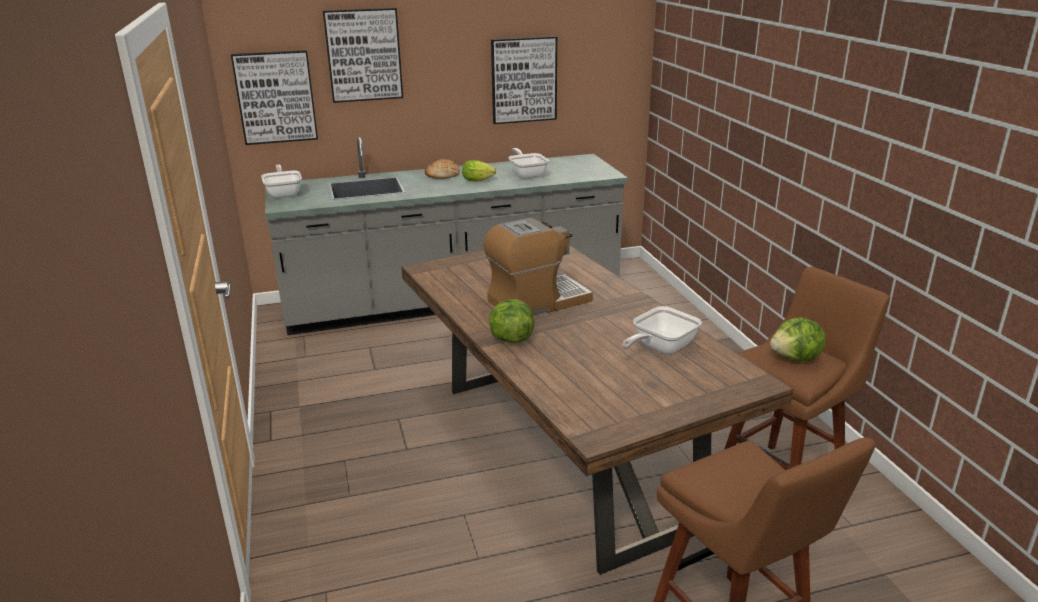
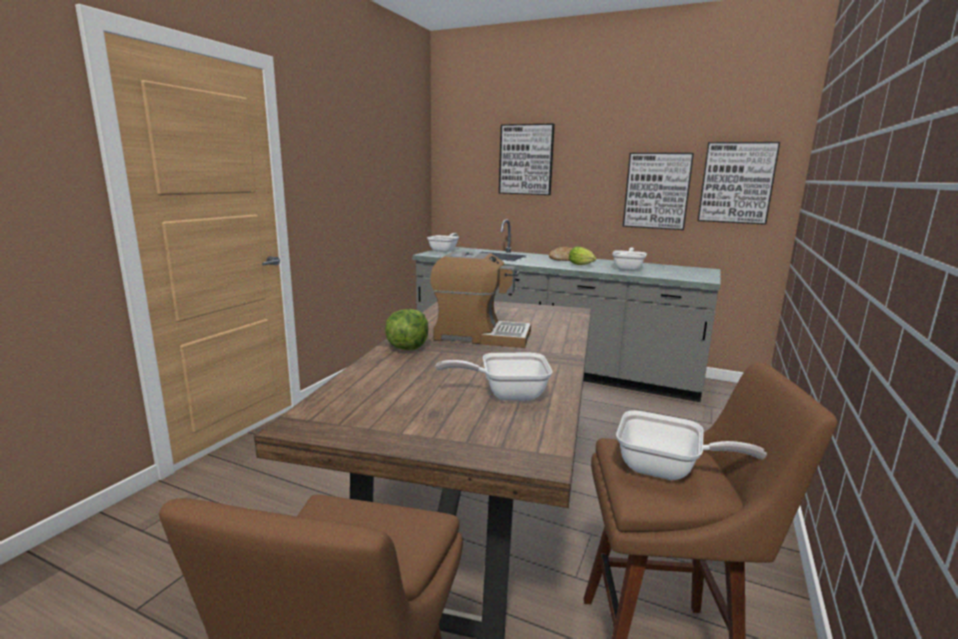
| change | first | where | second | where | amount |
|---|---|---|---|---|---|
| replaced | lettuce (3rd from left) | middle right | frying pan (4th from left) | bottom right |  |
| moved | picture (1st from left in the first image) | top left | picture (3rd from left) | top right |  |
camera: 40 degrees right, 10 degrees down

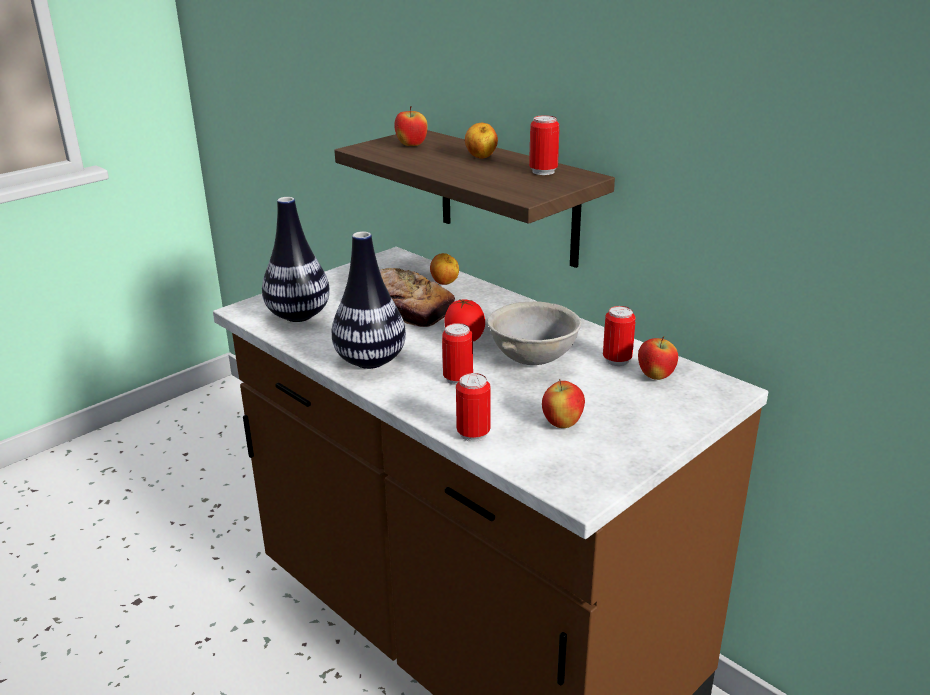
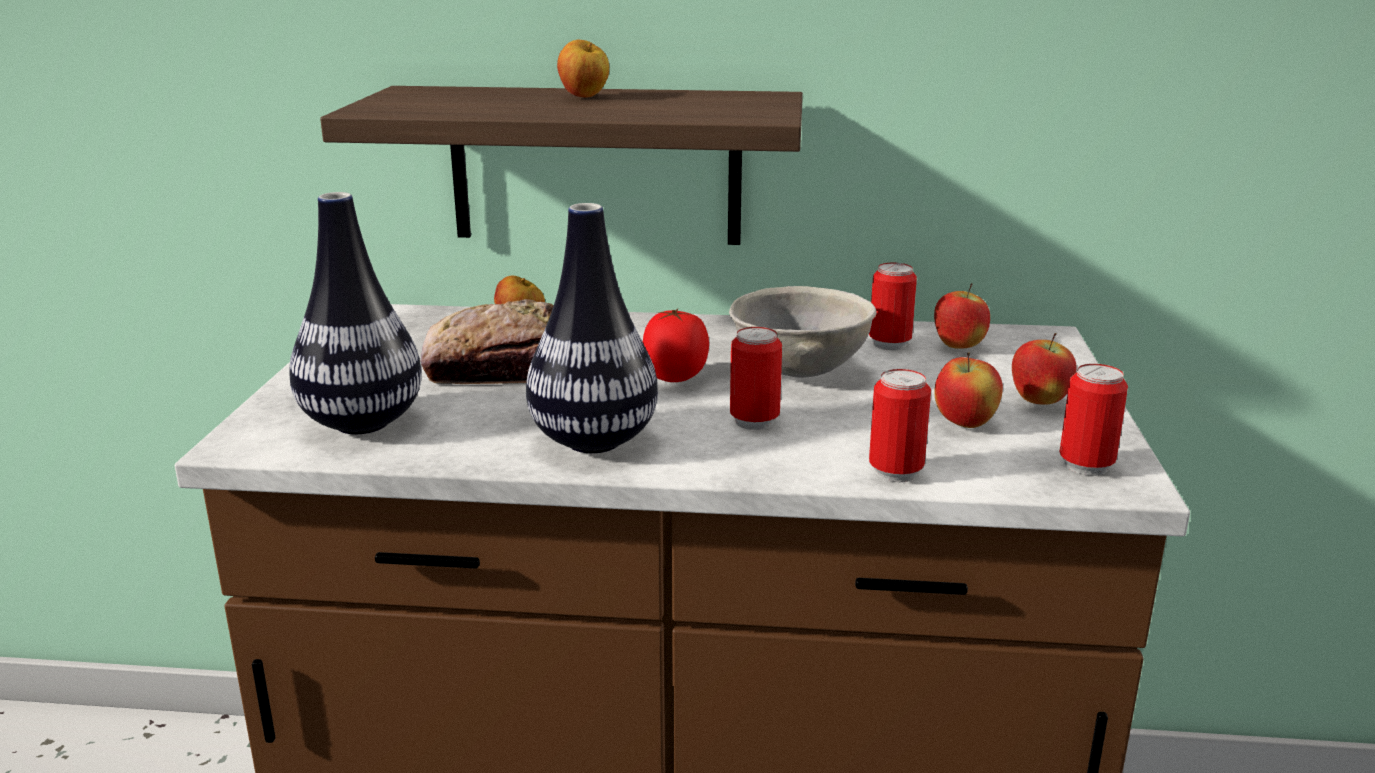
| change | first | where | second | where | amount |
|---|---|---|---|---|---|
| moved | apple (1st from left in the first image) | top centre | apple (5th from left) | middle right |  |
| moved | can (3rd from left in the first image) | top centre | can (4th from left) | middle right |  |
camera: 40 degrees left, 5 degrees down

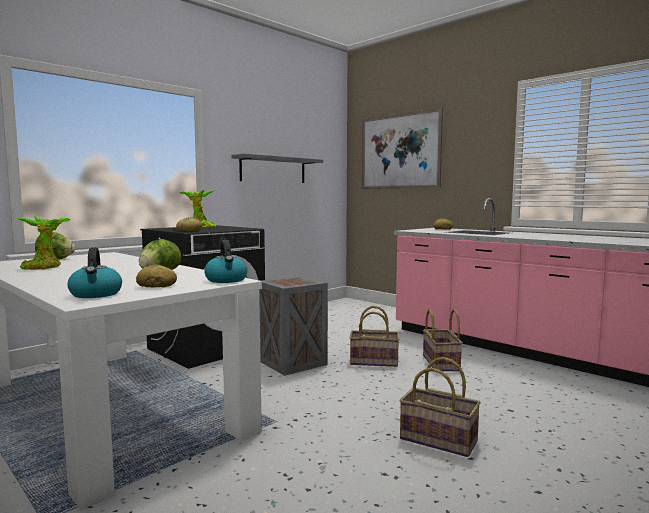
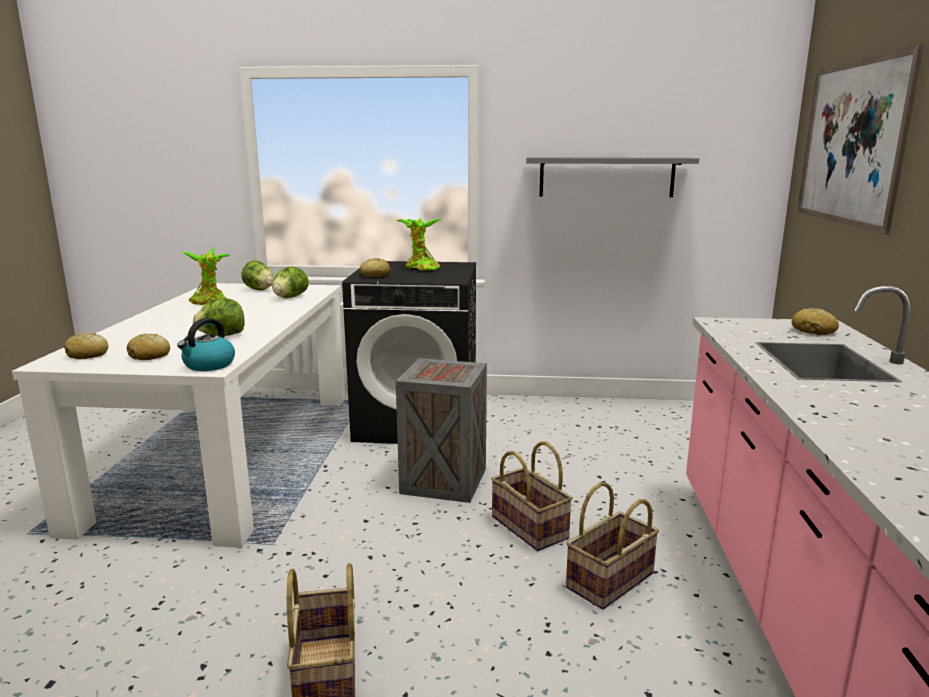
| change | first | where | second | where | amount |
|---|---|---|---|---|---|
| replaced | kettle (1st from left) | middle left | bread (1st from left) | middle left |  |
| added |  |  | lettuce (3rd from left) | middle left |  |
camera: 50 degrees right, 10 degrees up

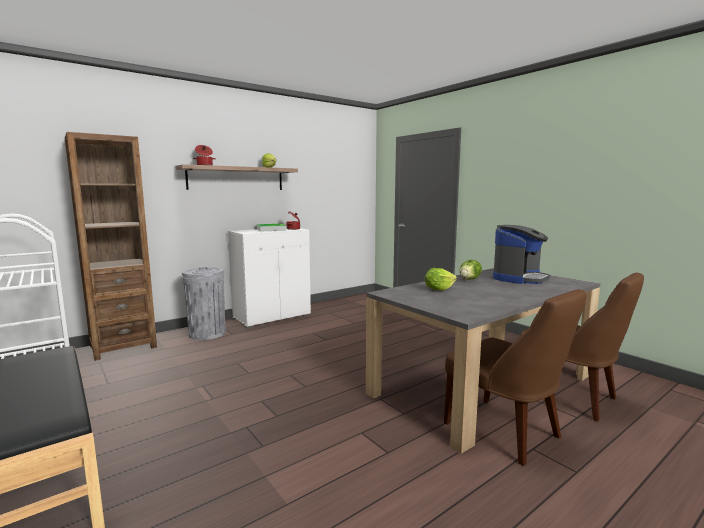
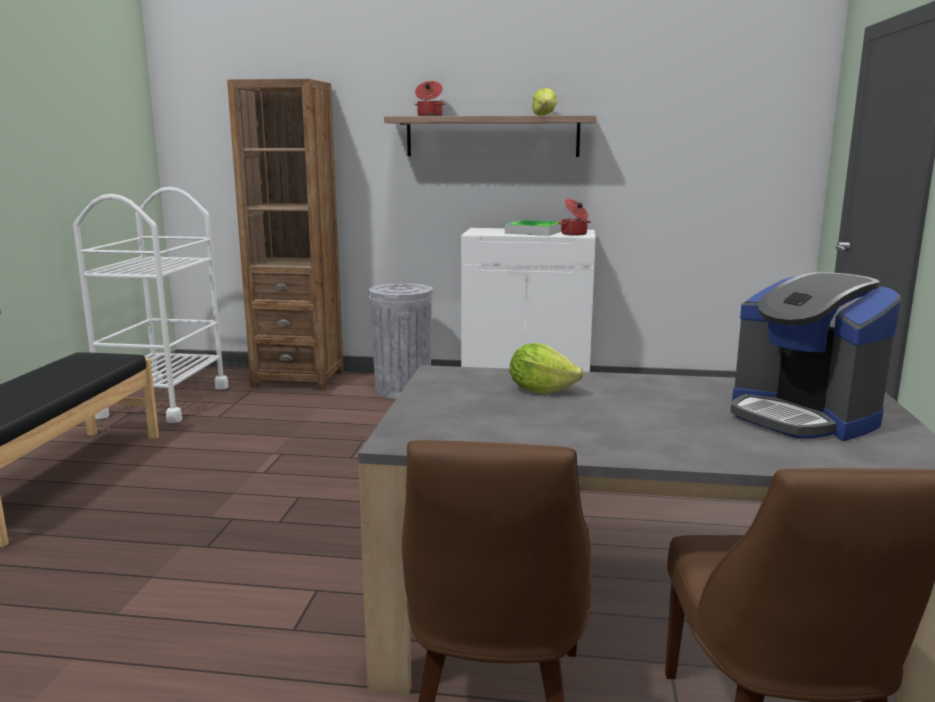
| change | first | where | second | where | amount |
|---|---|---|---|---|---|
| turned | coffee machine | middle right |  | middle right | 60 degrees clockwise |
| removed | lettuce (3rd from left) | middle right |  |  |  |
camera: 45 degrees right, 5 degrees up

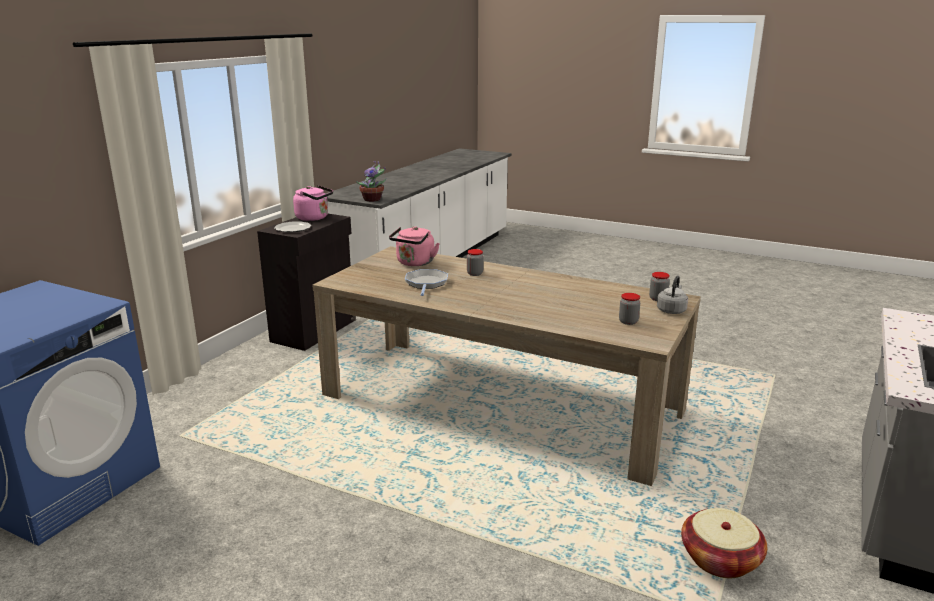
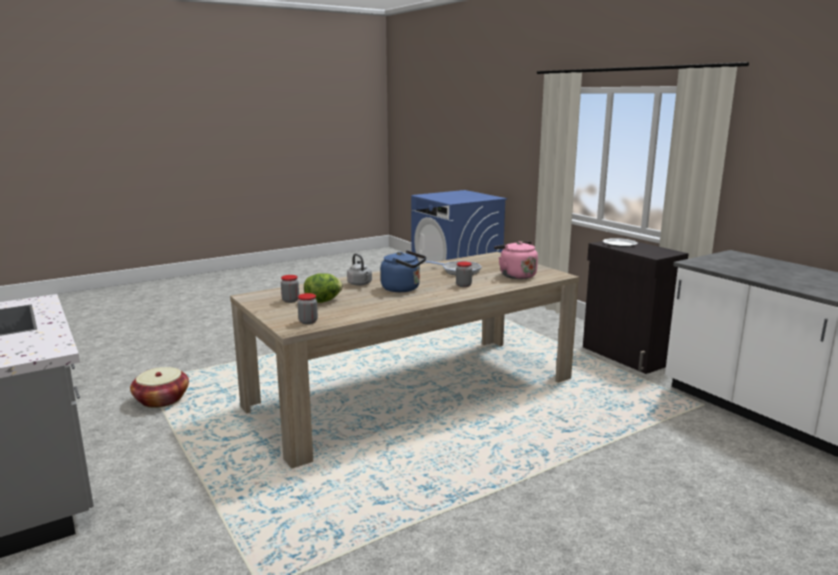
| change | first | where | second | where | amount |
|---|---|---|---|---|---|
| added |  |  | lettuce | centre |  |
| moved | kettle/grey | middle right |  | centre |  |
| added |  |  | kettle/blue | centre |  |
| removed | kettle/pink (1st from left) | centre |  |  |  |
| removed | potted plant | top centre |  |  |  |
camera: 120 degrees right, 5 degrees down

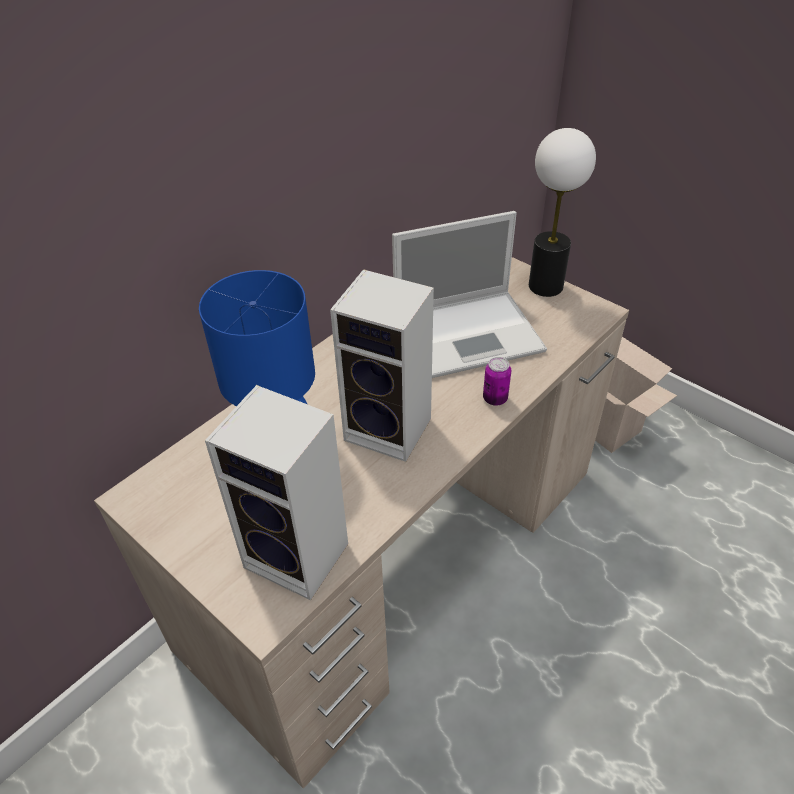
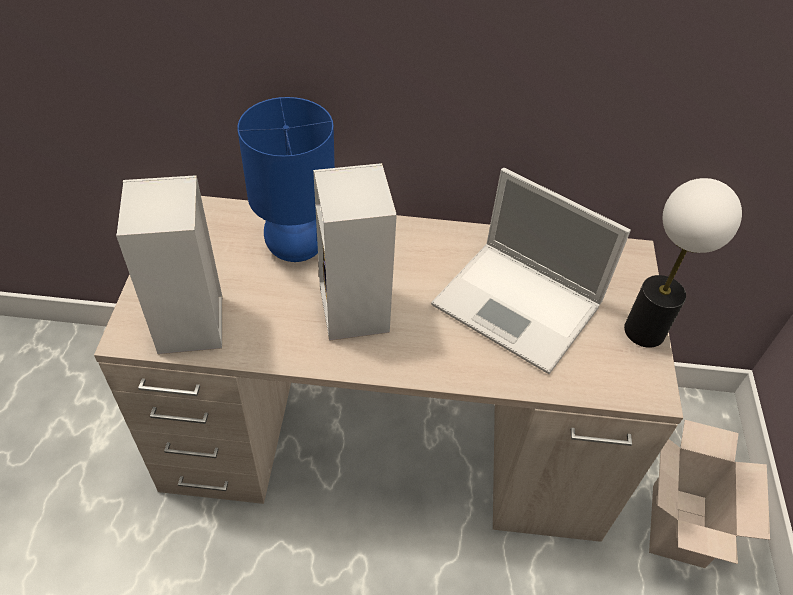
| change | first | where | second | where | amount |
|---|---|---|---|---|---|
| removed | can | centre |  |  |  |
camera: 50 degrees right, 5 degrees up

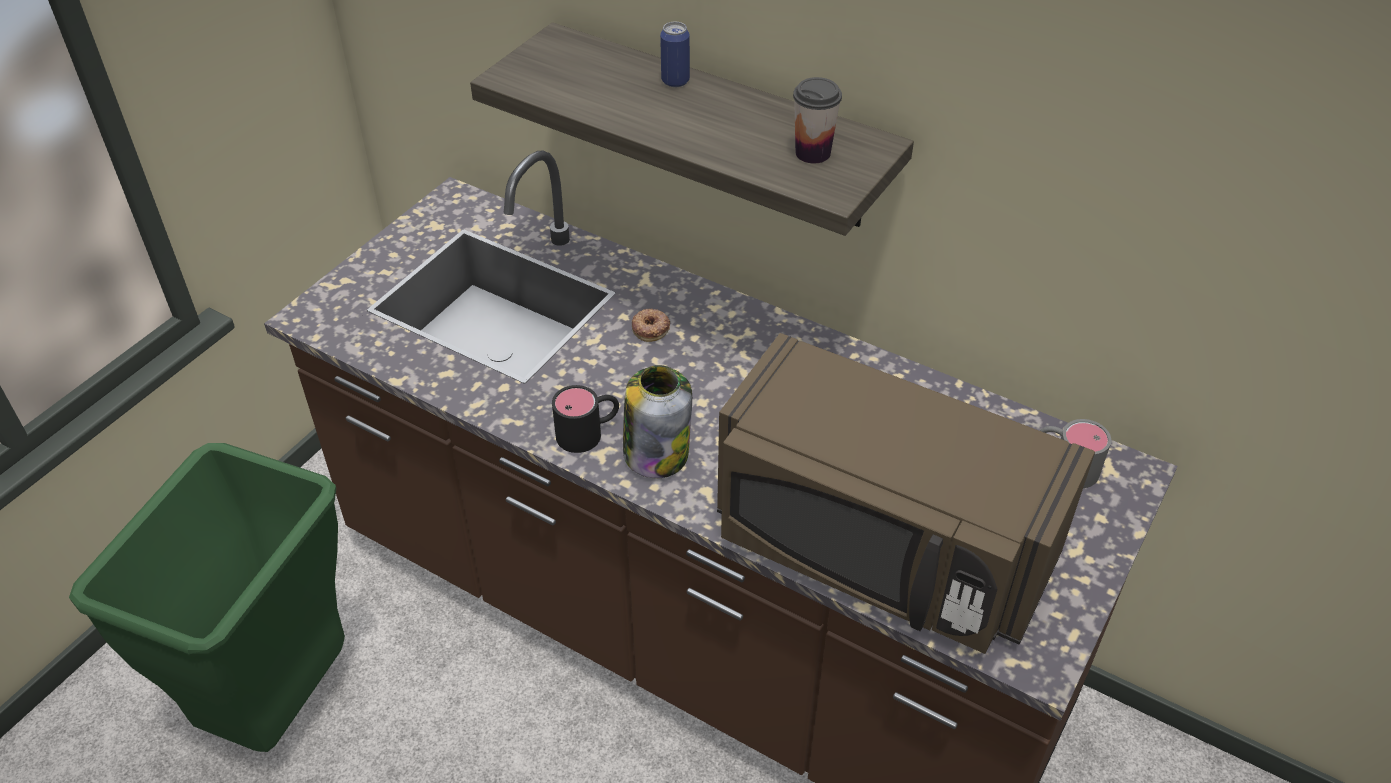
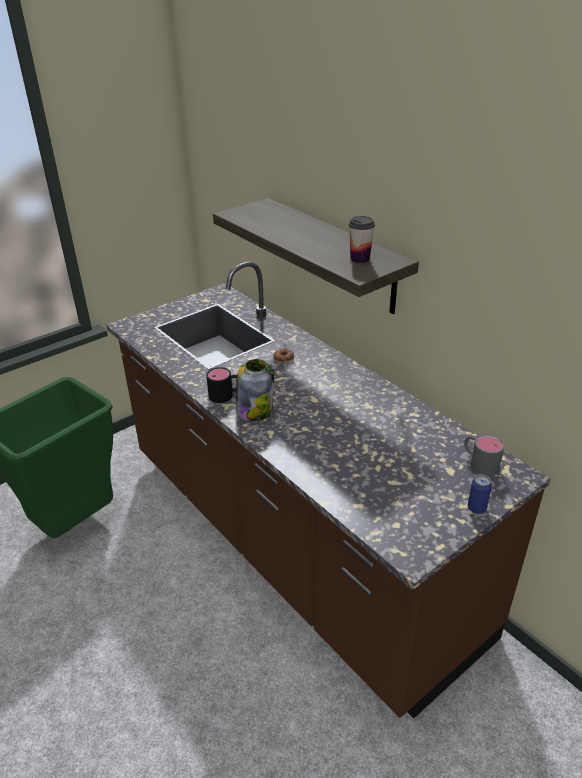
| change | first | where | second | where | amount |
|---|---|---|---|---|---|
| moved | can | top centre |  | middle right |  |
| removed | microwave/brown | centre |  |  |  |
camera: 20 degrees right, 10 degrees down

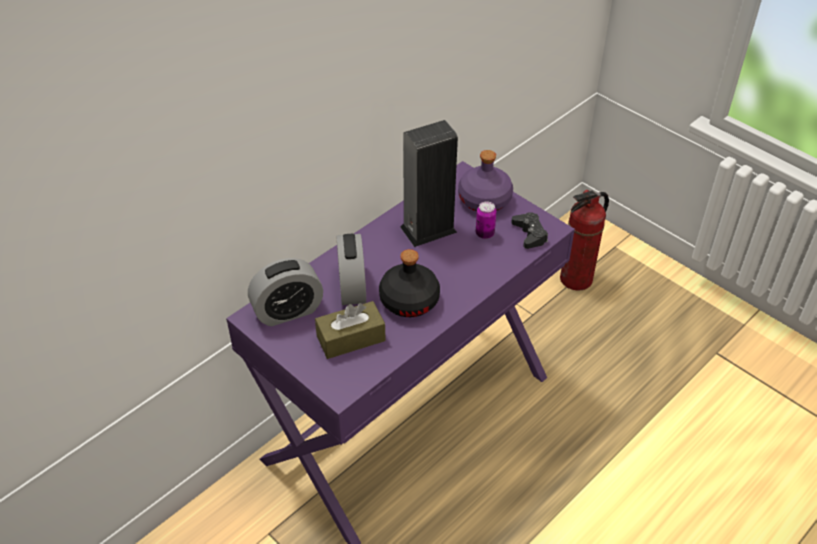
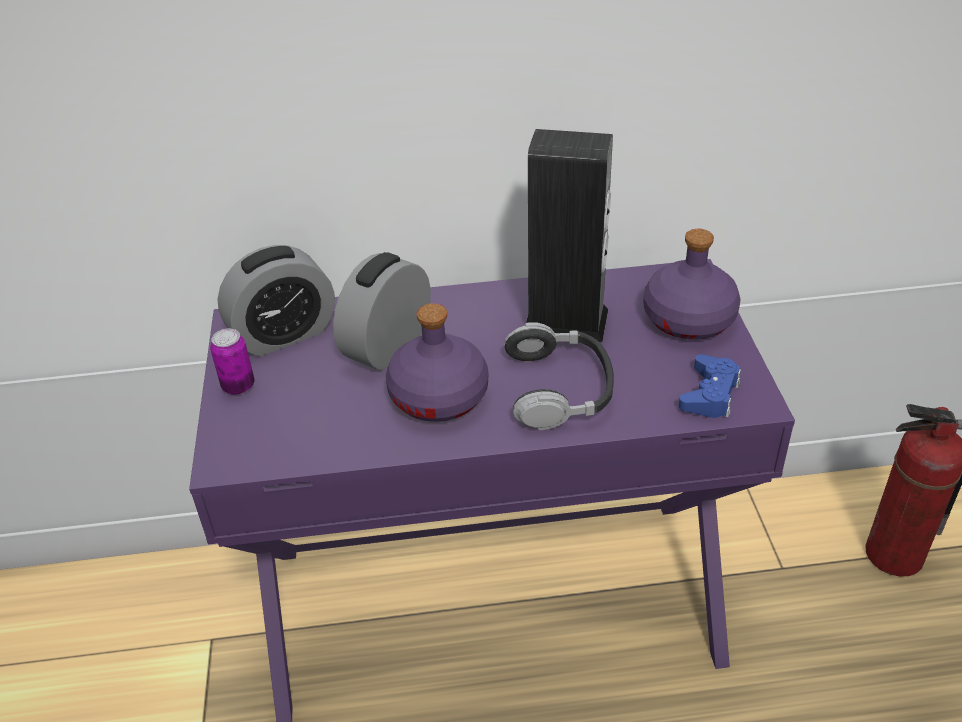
| change | first | where | second | where | amount |
|---|---|---|---|---|---|
| moved | can | centre |  | middle left |  |
| turned | alarm clock (1st from left) | centre |  | middle left | 45 degrees counterclockwise |
| recoloured | bottle/black | centre | bottle/purple (1st from left) | centre |  |
| added |  |  | headphones | centre |  |
| recoloured | game controller/black | centre | game controller/blue | middle right |  |
| removed | tissue box/brown | centre |  |  |  |
camera: 40 degrees right, 5 degrees down

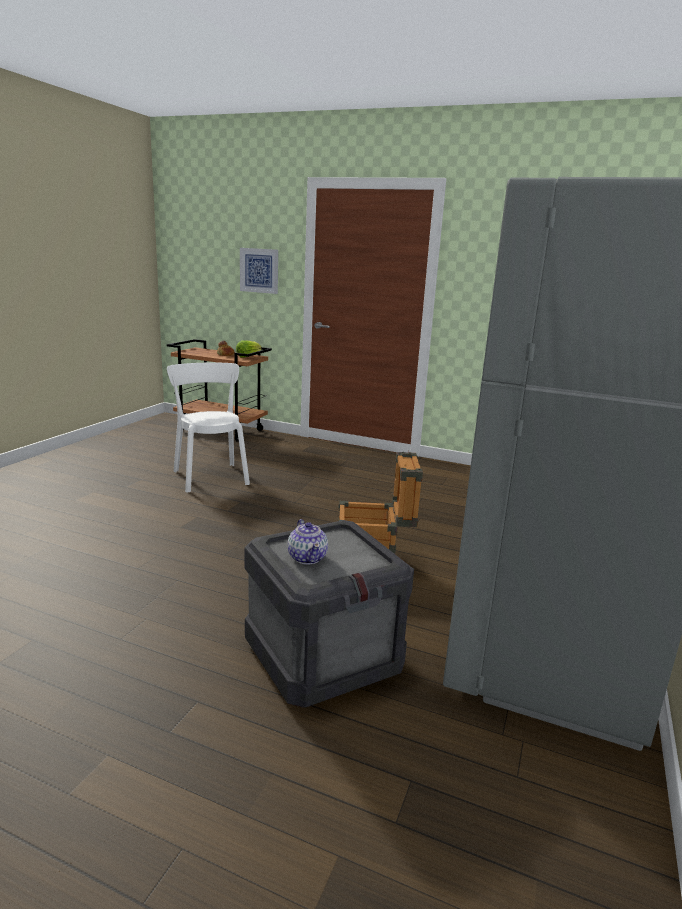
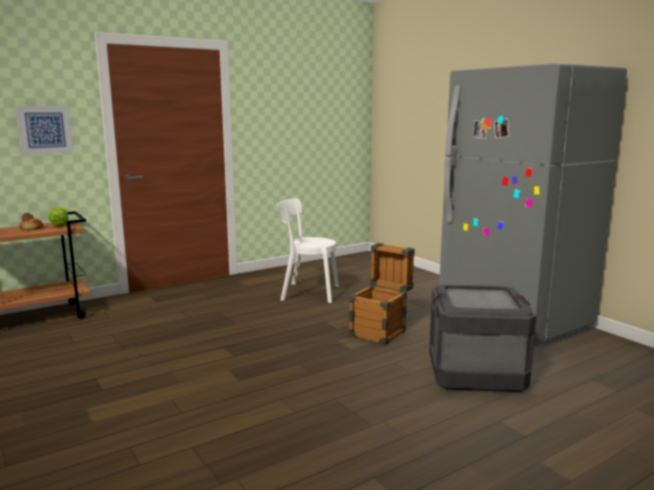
| change | first | where | second | where | amount |
|---|---|---|---|---|---|
| moved | chair/white | middle left |  | centre |  |
| removed | teapot | centre |  |  |  |
camera: 55 degrees left, 5 degrees down

